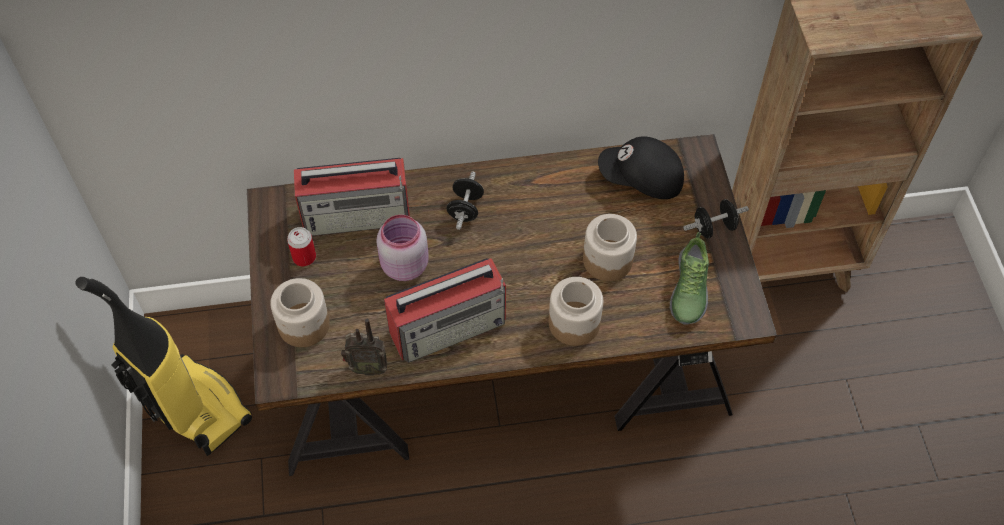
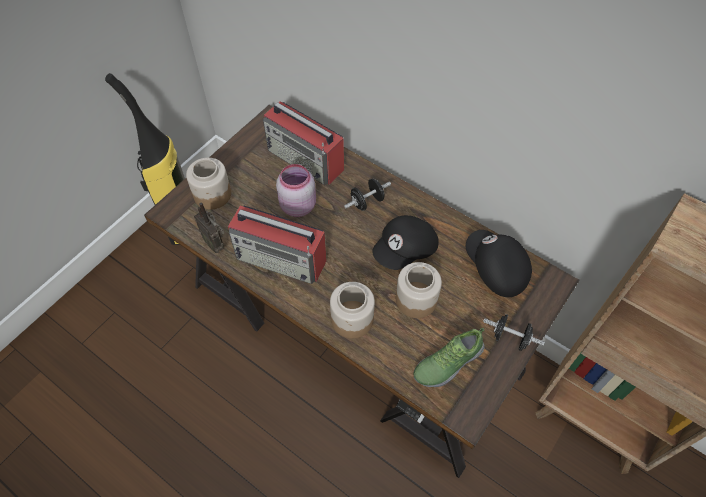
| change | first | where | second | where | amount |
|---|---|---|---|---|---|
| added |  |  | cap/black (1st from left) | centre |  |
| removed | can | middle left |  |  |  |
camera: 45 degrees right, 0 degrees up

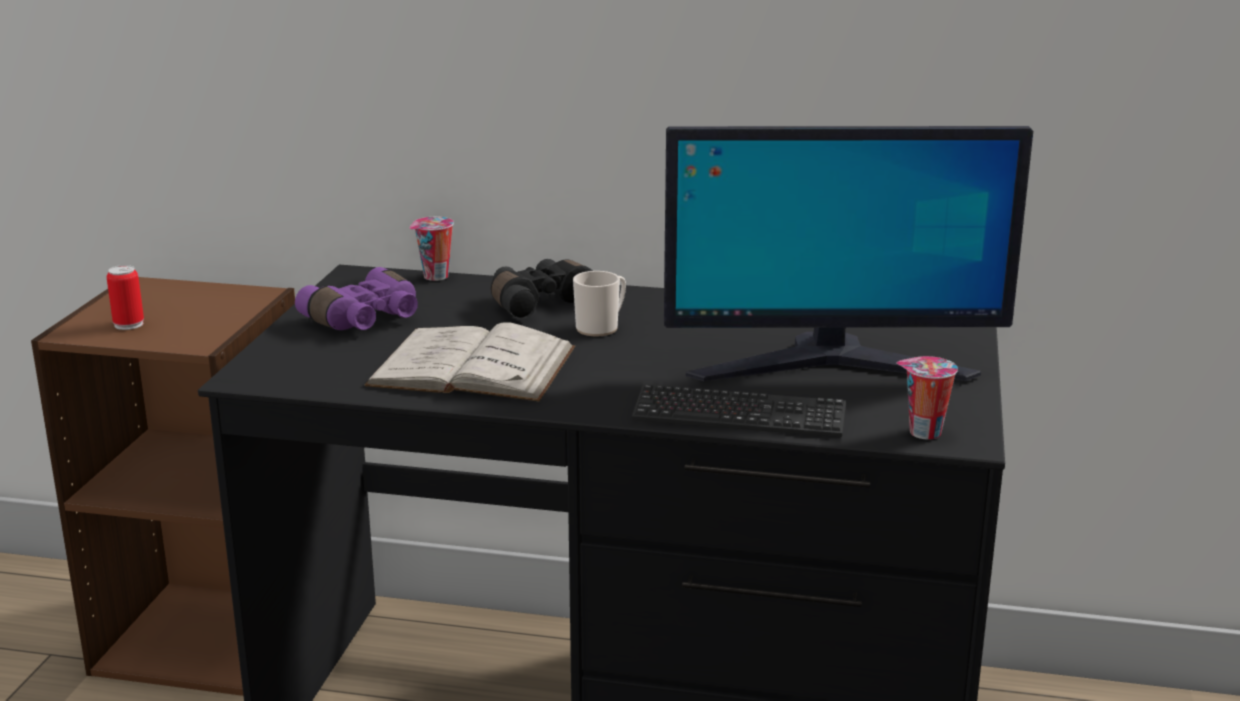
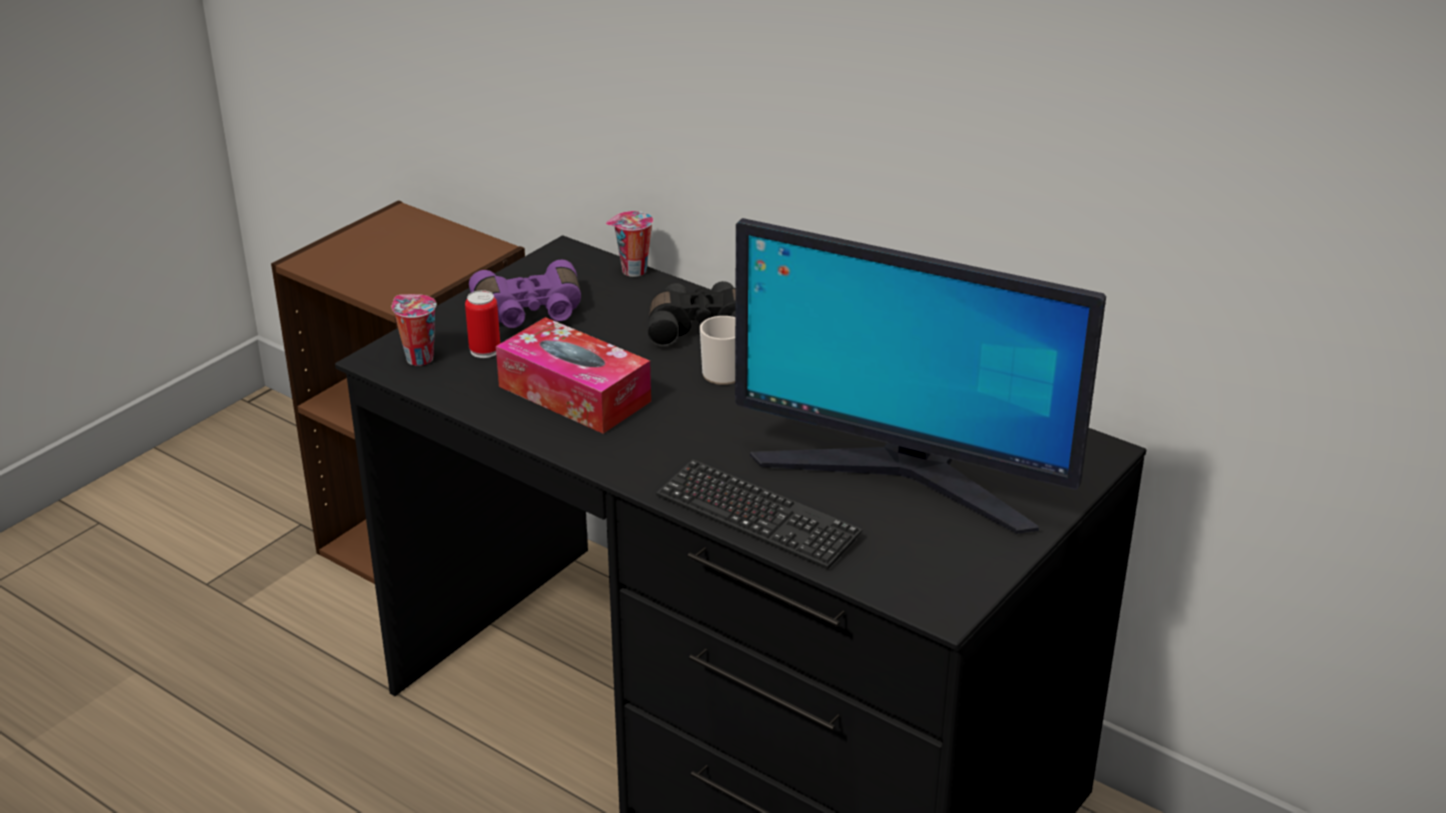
| change | first | where | second | where | amount |
|---|---|---|---|---|---|
| moved | cup (2nd from left in the first image) | middle right | cup (1st from left) | middle left |  |
| moved | can | middle left |  | centre |  |
| replaced | book/white | centre | tissue box | centre |  |
camera: 25 degrees right, 10 degrees up

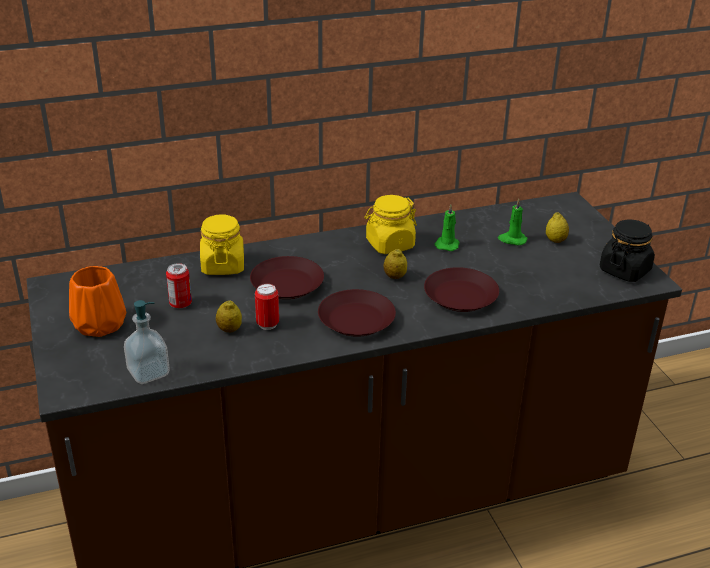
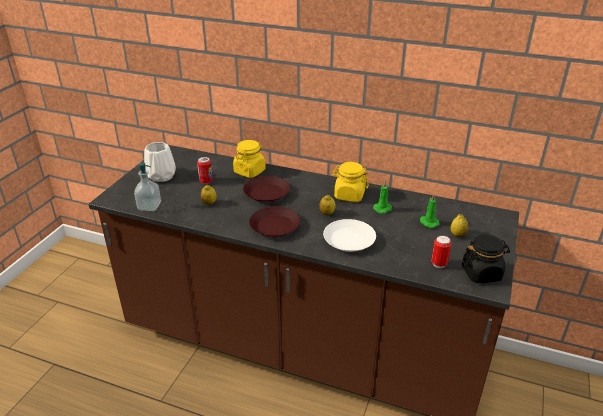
| change | first | where | second | where | amount |
|---|---|---|---|---|---|
| recoloured | vase/orange | middle left | vase/white | middle left |  |
| recoloured | plate/brown (3rd from left) | centre | plate/white | centre |  |
| moved | can (2nd from left) | centre |  | middle right |  |
camera: 40 degrees right, 0 degrees up

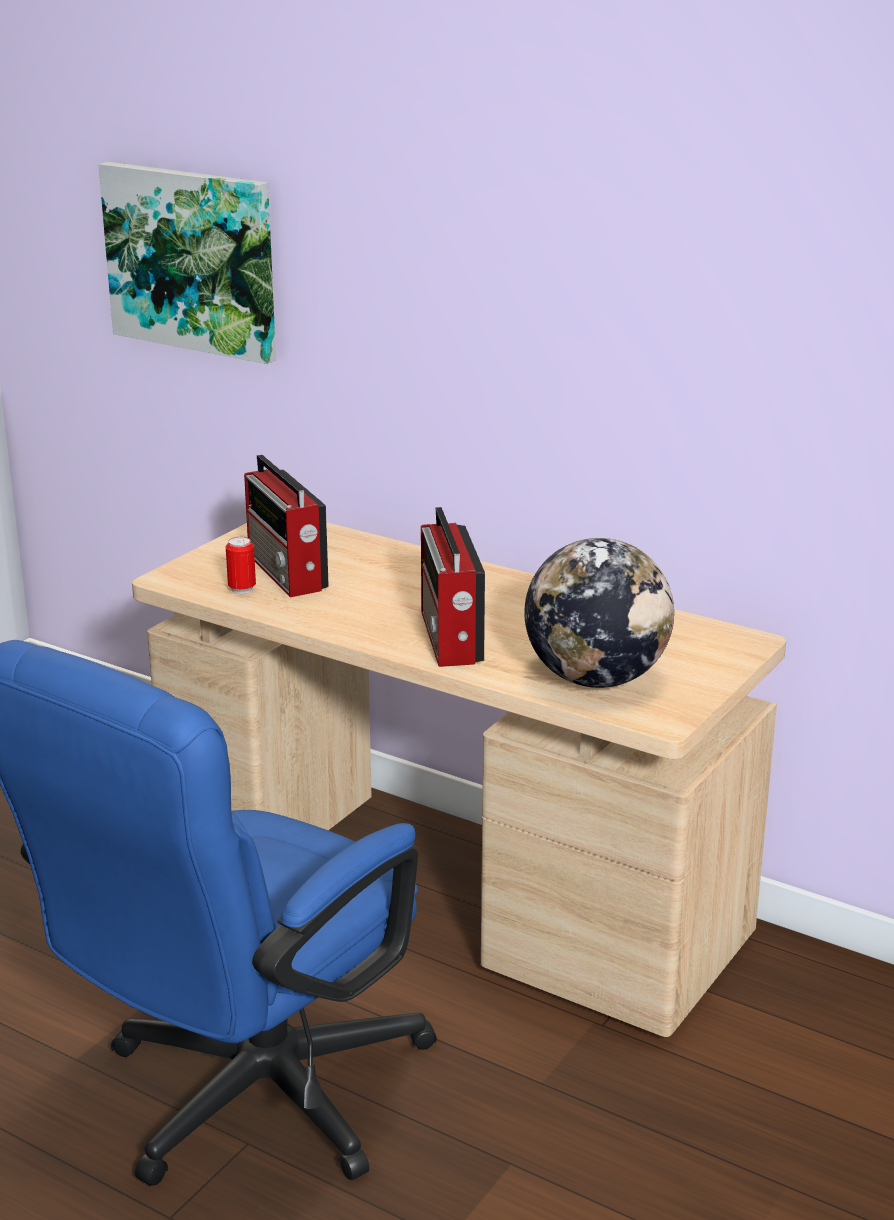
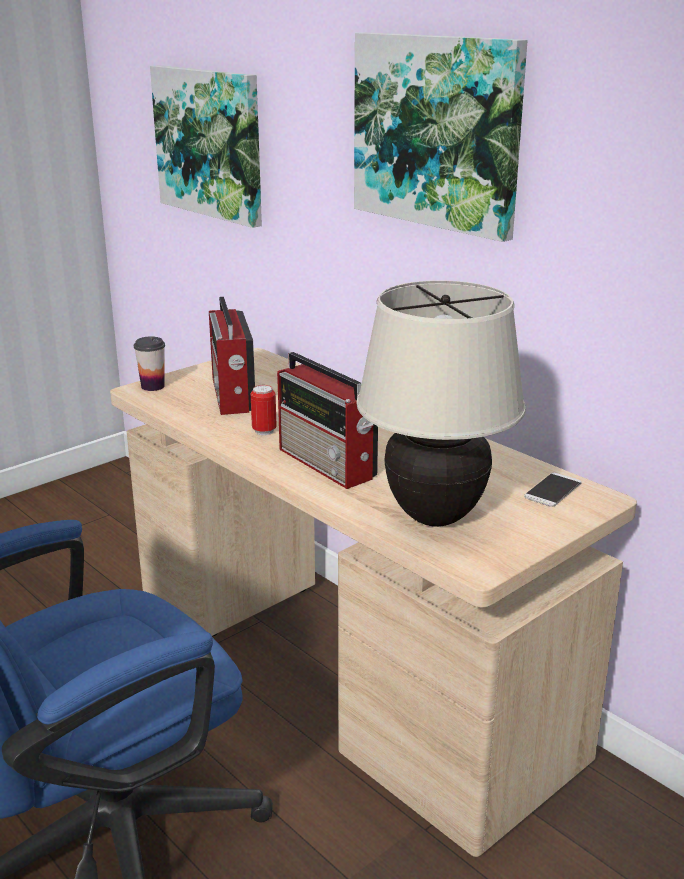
| change | first | where | second | where | amount |
|---|---|---|---|---|---|
| added |  |  | cup | middle left |  |
| moved | can | middle left |  | centre |  |
| turned | radio (2nd from left) | centre |  | centre | 45 degrees counterclockwise |
| added |  |  | picture (2nd from left) | top centre |  |
| replaced | globe | middle right | table lamp/beige | centre |  |
| added |  |  | phone | middle right |  |
camera: 15 degrees right, 0 degrees up

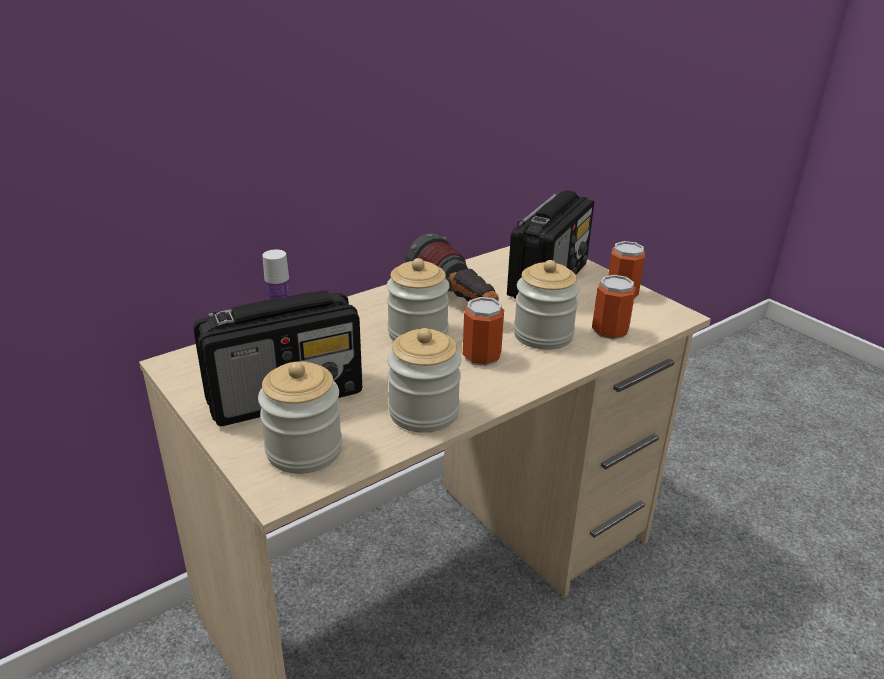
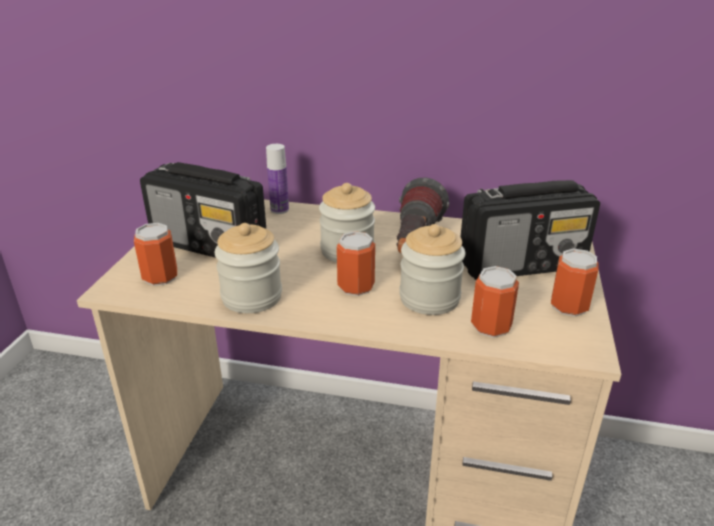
| change | first | where | second | where | amount |
|---|---|---|---|---|---|
| replaced | jar (1st from left) | centre | can (1st from left) | middle left |  |
camera: 50 degrees right, 0 degrees up

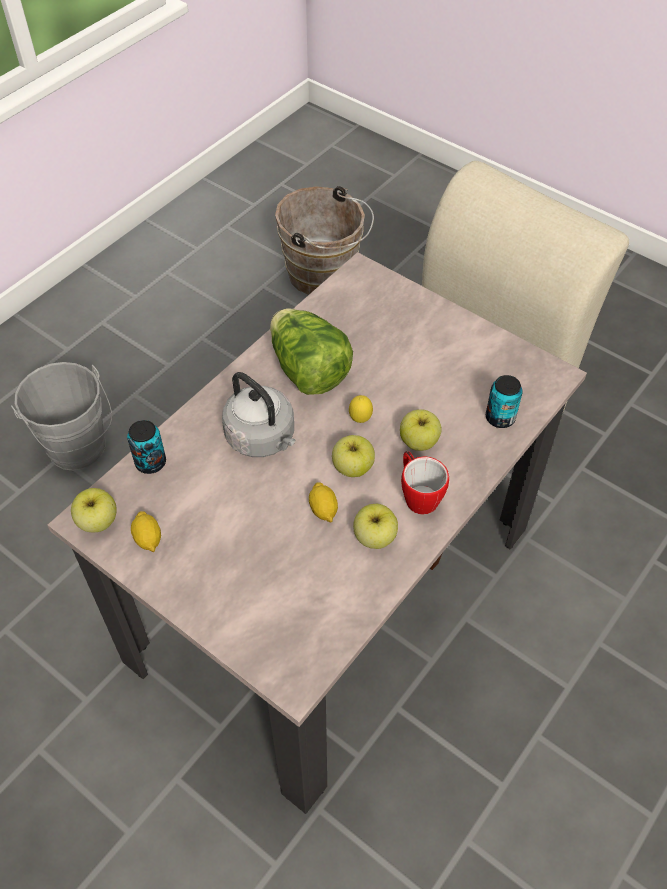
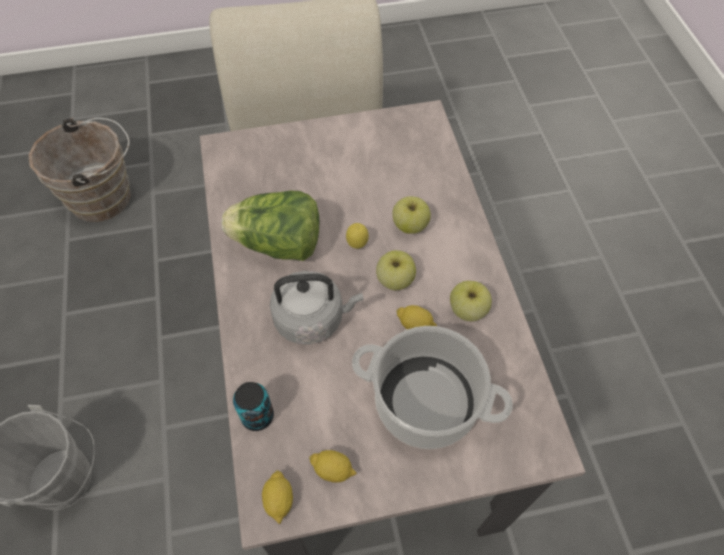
| change | first | where | second | where | amount |
|---|---|---|---|---|---|
| replaced | apple (1st from left) | middle left | lemon (1st from left) | bottom centre |  |
| added |  |  | cooking pot | bottom centre |  |
| removed | mug | centre |  |  |  |
| removed | can (2nd from left) | middle right |  |  |  |
camera: 50 degrees left, 5 degrees up

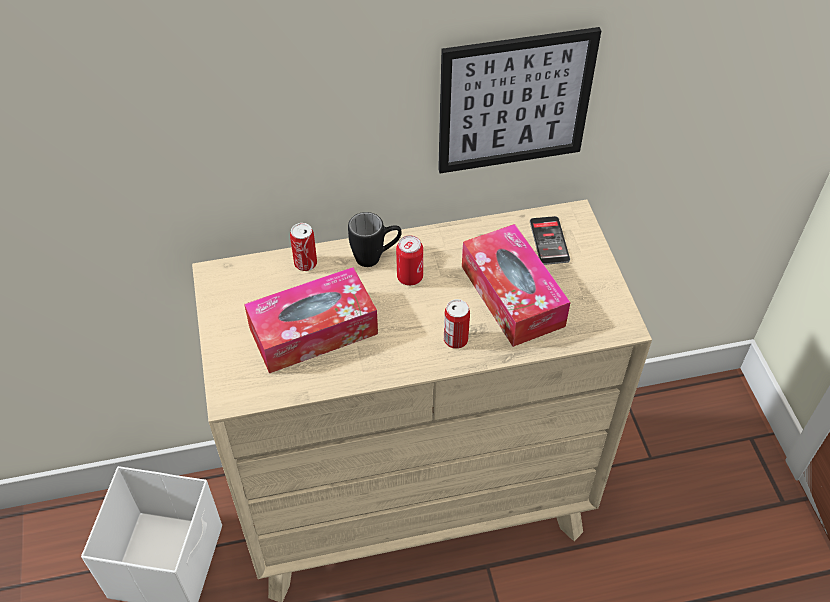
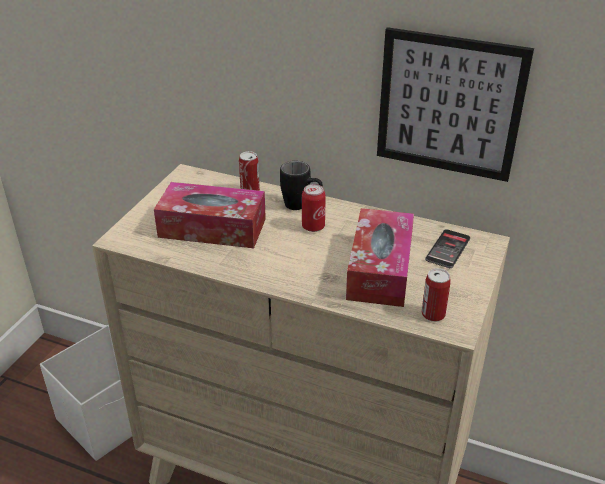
| change | first | where | second | where | amount |
|---|---|---|---|---|---|
| moved | can (3rd from left) | centre |  | middle right |  |
camera: 35 degrees right, 15 degrees down

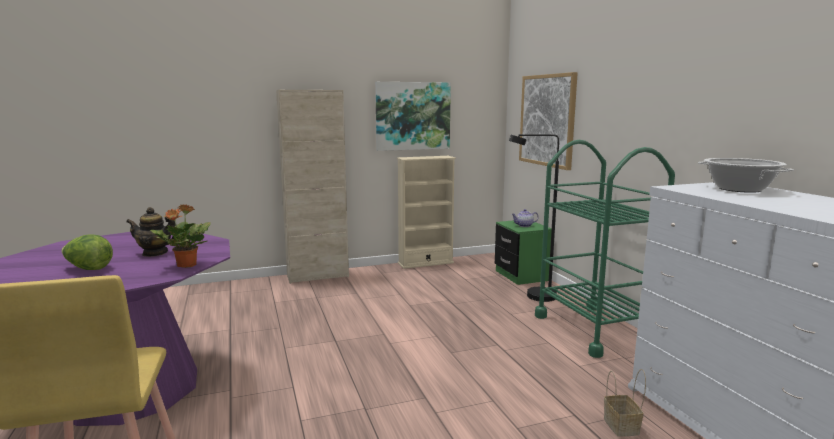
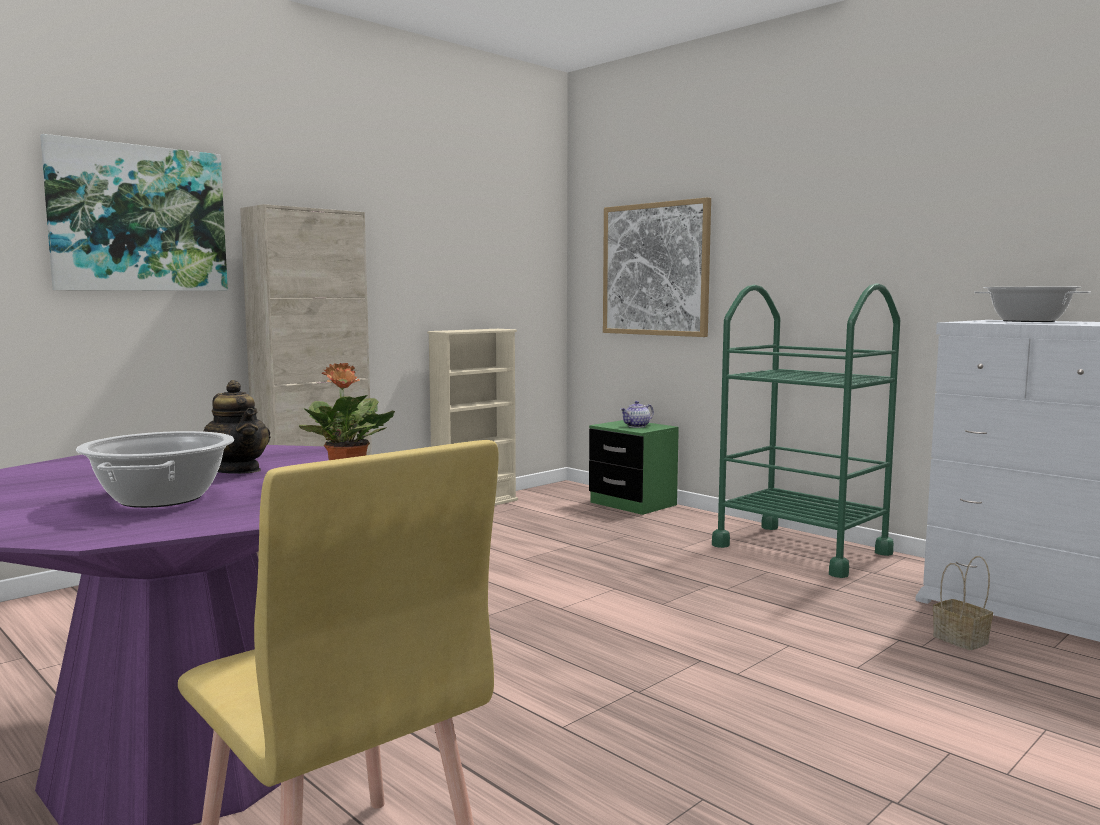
| change | first | where | second | where | amount |
|---|---|---|---|---|---|
| moved | picture (1st from left) | top centre |  | top left |  |
| replaced | lettuce | middle left | cooking pot (1st from left) | middle left |  |
| turned | teapot (1st from left) | middle left |  | middle left | 105 degrees counterclockwise |
| removed | floor lamp/black | centre |  |  |  |
camera: 25 degrees left, 5 degrees down

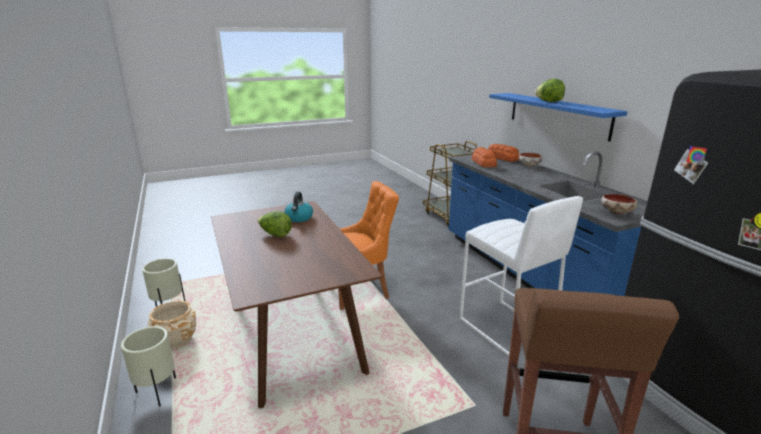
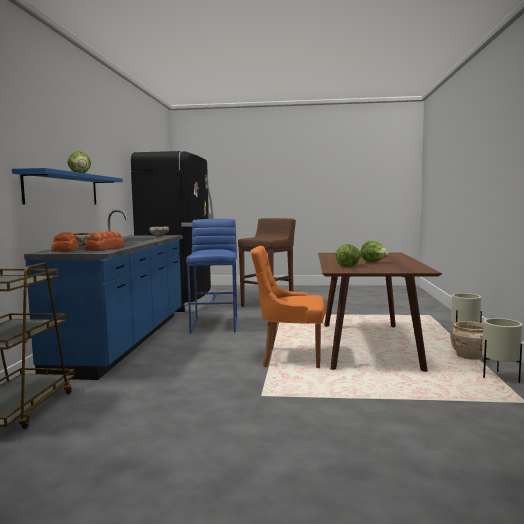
| change | first | where | second | where | amount |
|---|---|---|---|---|---|
| recoloured | stool/white | middle right | stool/blue | centre |  |
| replaced | kettle | centre | lettuce (2nd from left) | centre |  |
camera: 150 degrees left, 15 degrees down

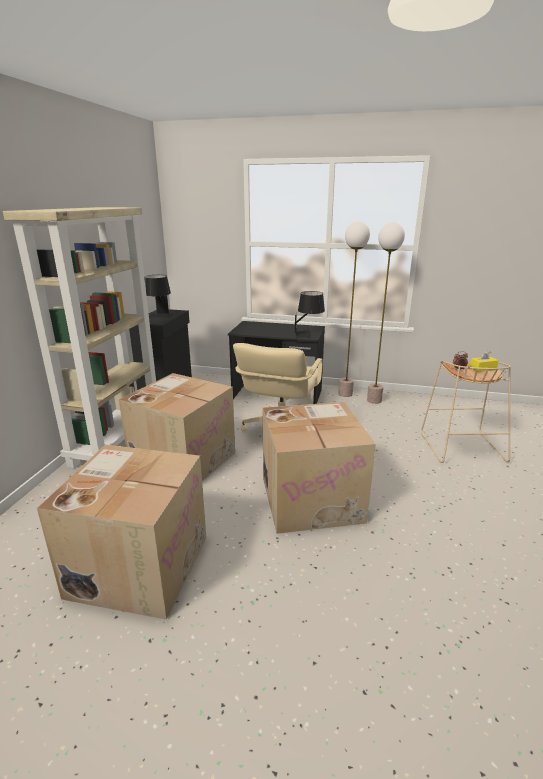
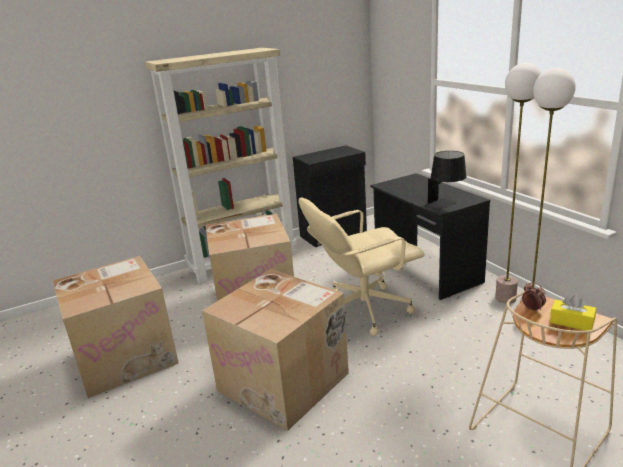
| change | first | where | second | where | amount |
|---|---|---|---|---|---|
| removed | table lamp/black (1st from left) | middle left |  |  |  |
camera: 50 degrees right, 0 degrees up

